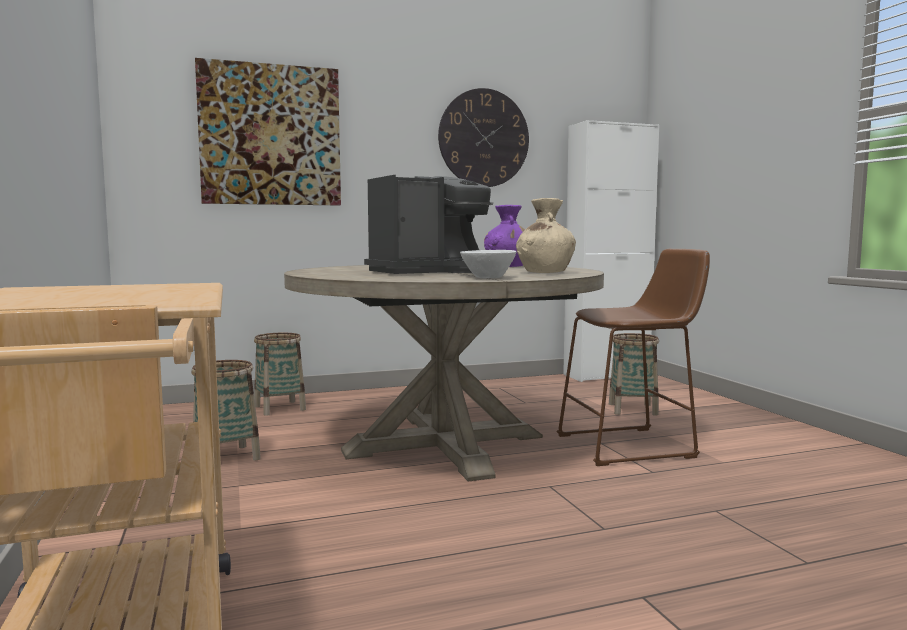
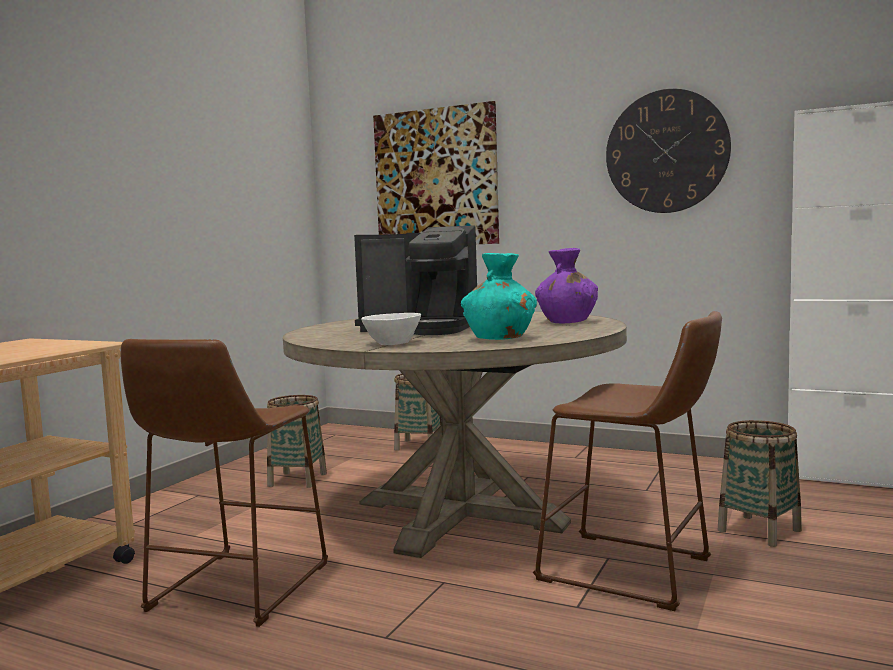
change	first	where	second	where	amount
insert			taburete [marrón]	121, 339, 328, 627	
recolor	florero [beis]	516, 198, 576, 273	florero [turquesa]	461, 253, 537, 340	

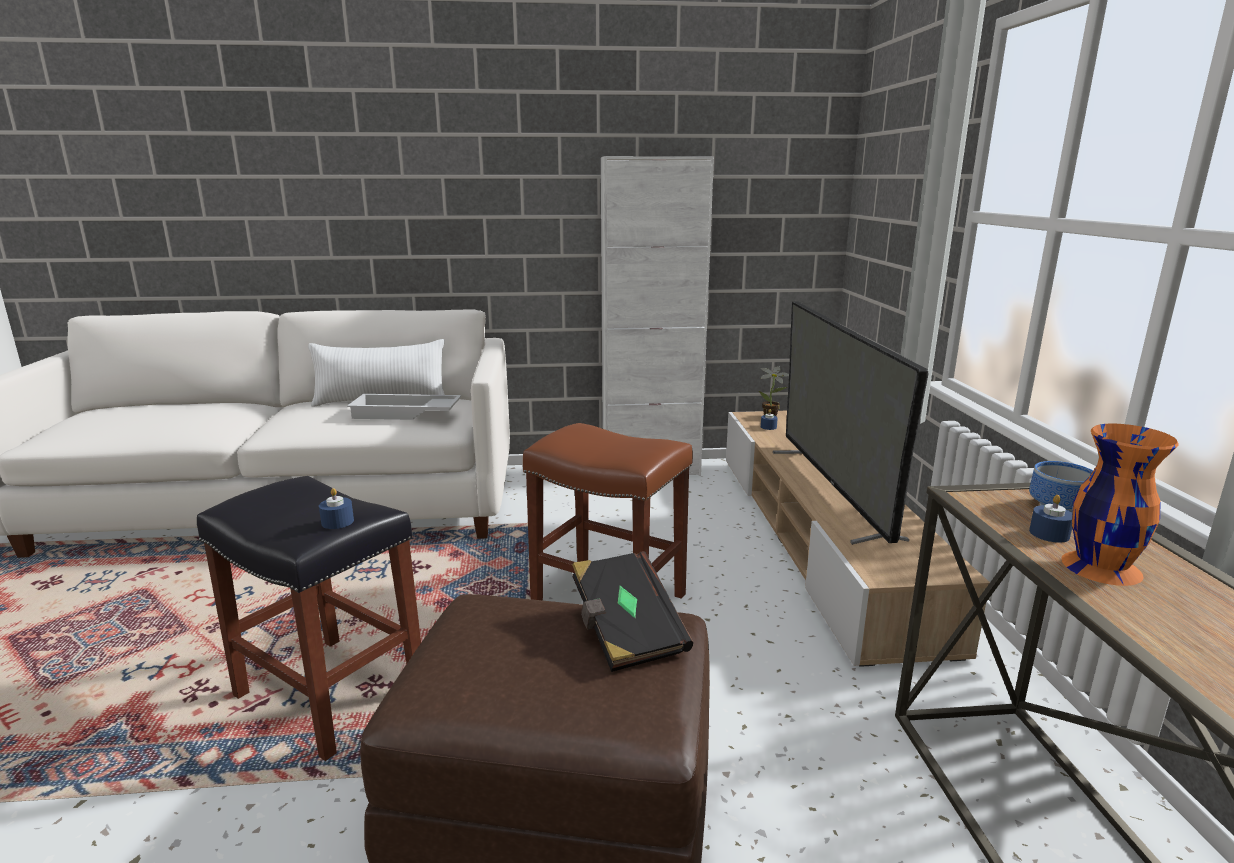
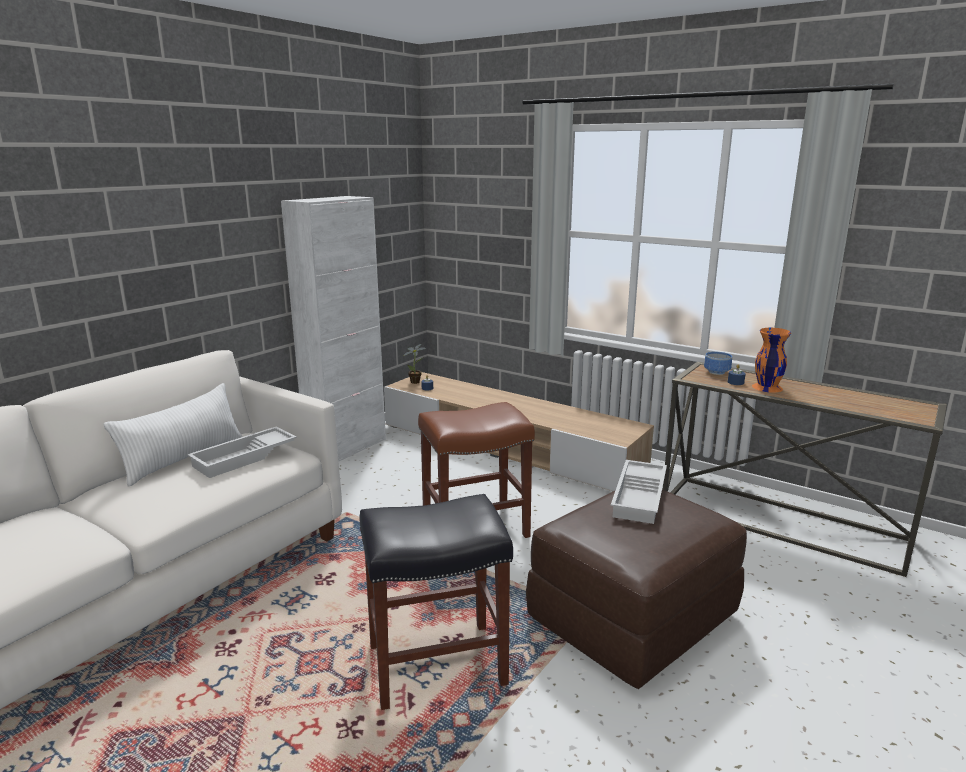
change	first	where	second	where	amount
delete	vela [azul]	319, 488, 354, 529			
delete	televisor	773, 302, 929, 545			
replace	libro [negro]	572, 551, 693, 672	bandeja [blanco]	611, 460, 667, 524	

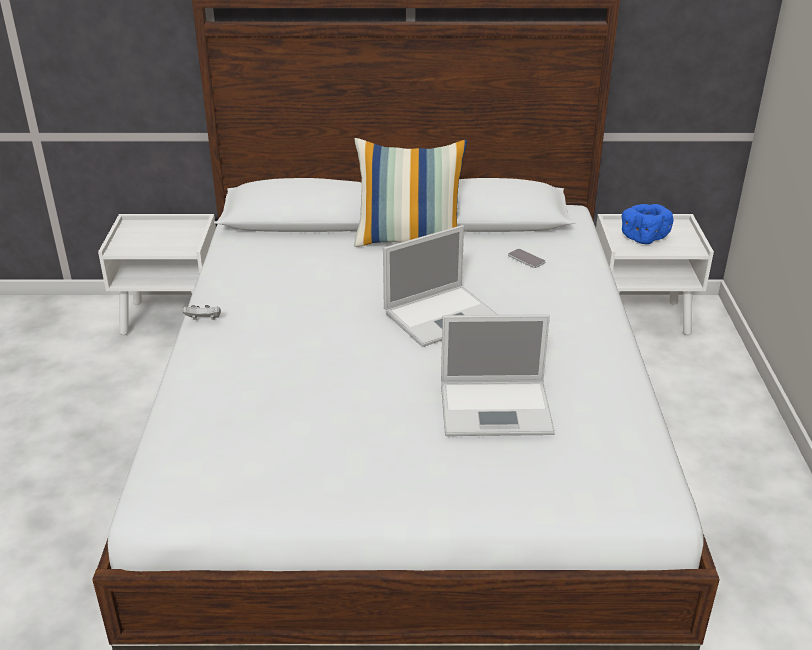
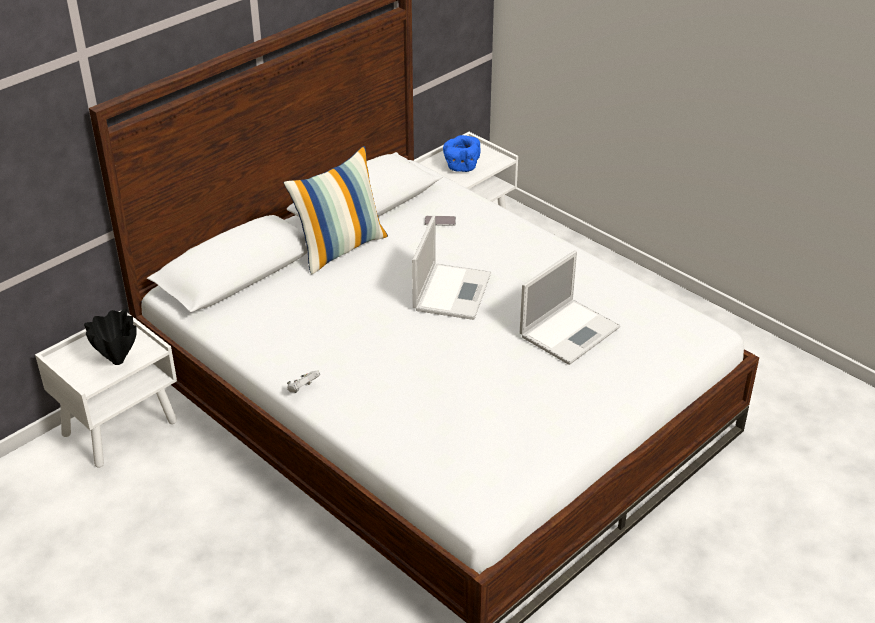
change	first	where	second	where	amount
insert			florero [negro]	84, 309, 137, 365	

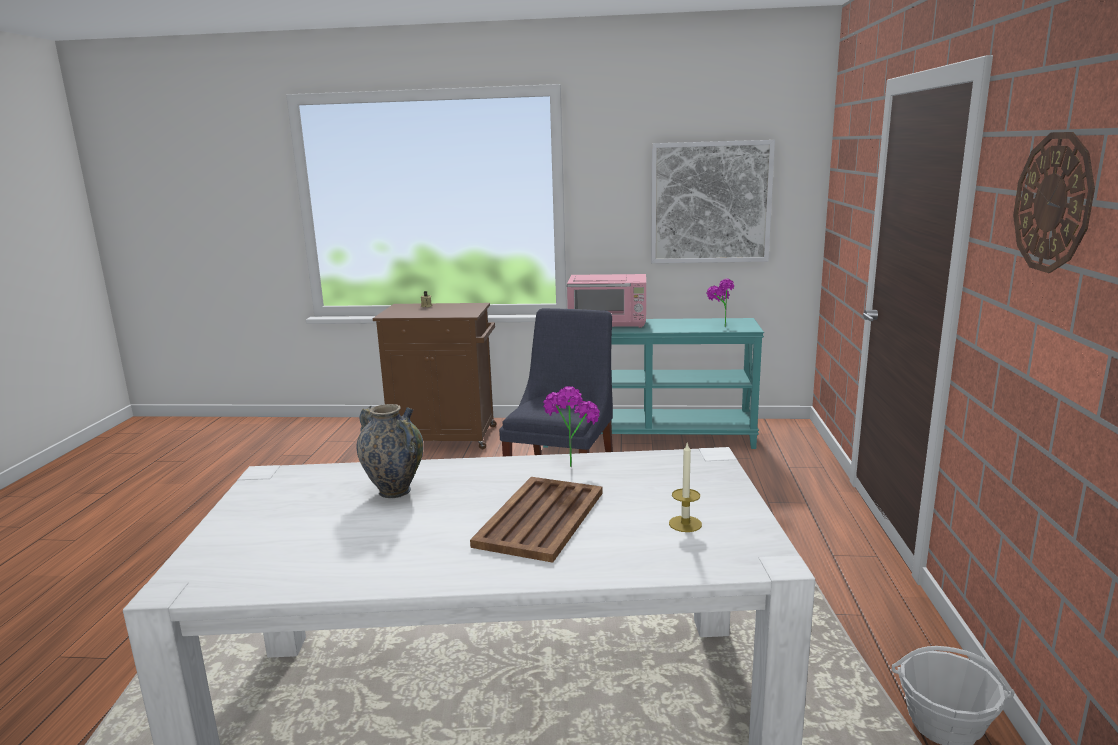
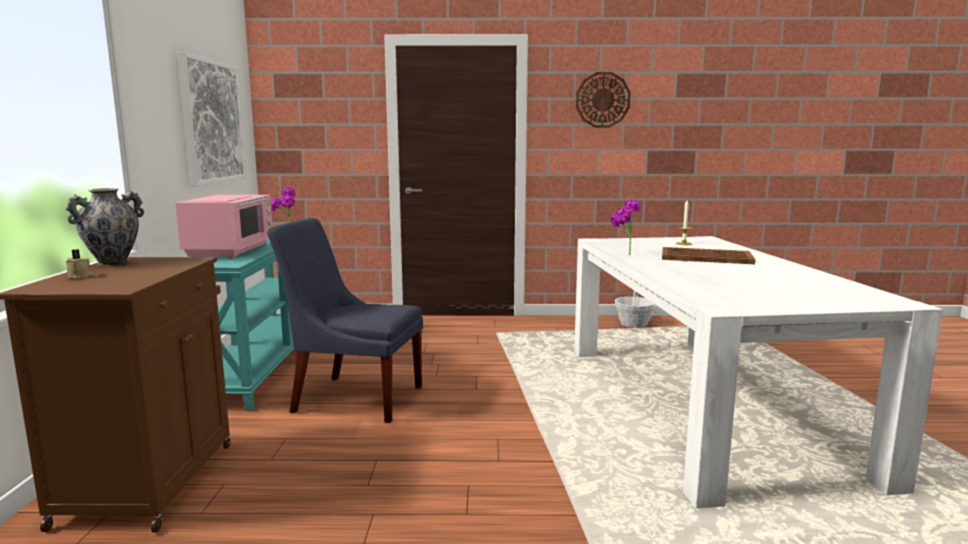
change	first	where	second	where	amount
move	florero	357, 404, 424, 498		66, 188, 144, 266	

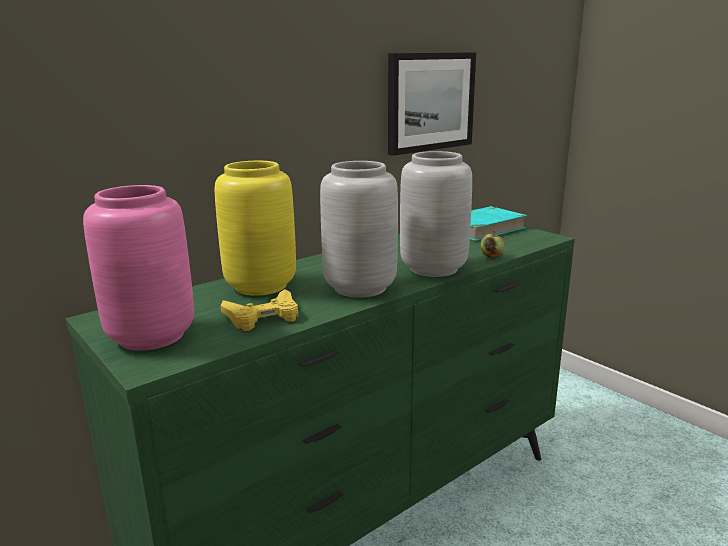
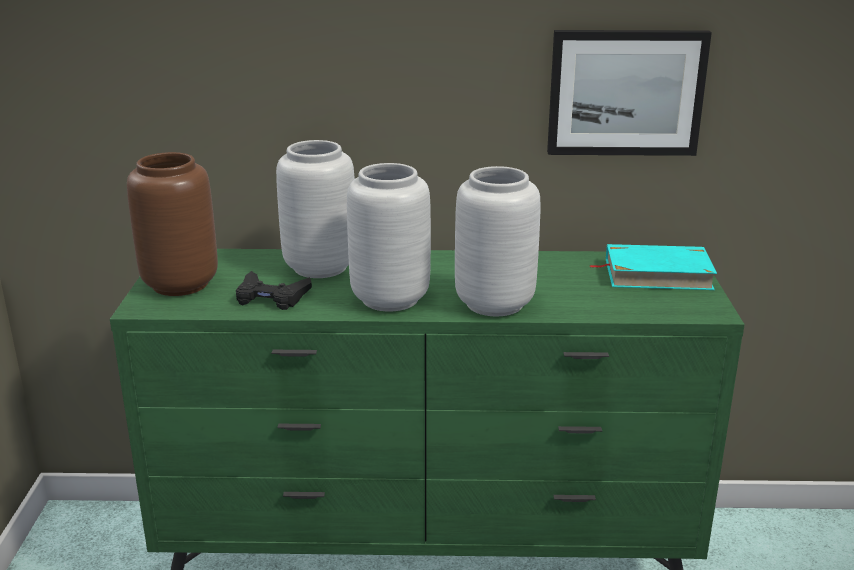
change	first	where	second	where	amount
delete	manzana	481, 231, 504, 257			
recolor	florero [rosa]	83, 185, 194, 351	florero [marrón]	127, 152, 218, 296	
recolor	florero [amarillo]	215, 161, 296, 296	florero [gris]	276, 140, 355, 278	
recolor	mando de consola [amarillo]	221, 289, 298, 331	mando de consola [negro]	236, 271, 312, 310	

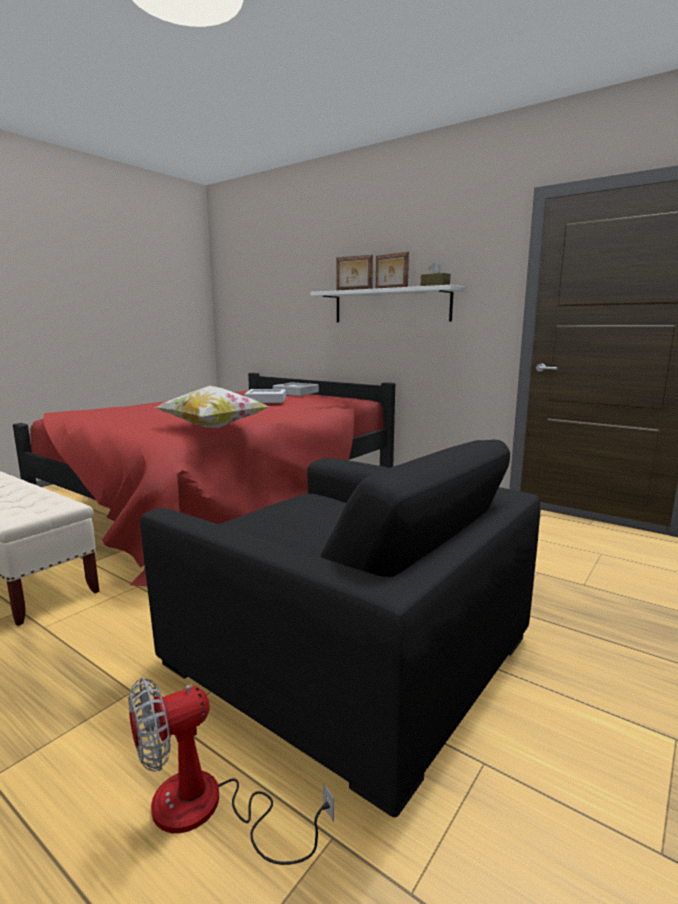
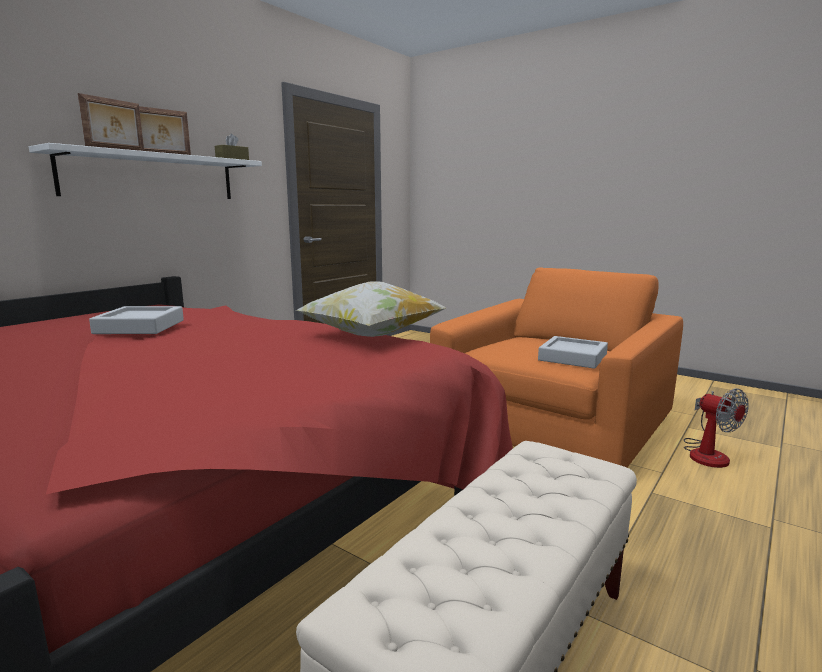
change	first	where	second	where	amount
move	bandeja [gris]	273, 382, 319, 396		538, 336, 608, 369	
recolor	sillón [negro]	140, 439, 541, 817	sillón [naranja]	430, 267, 683, 467	

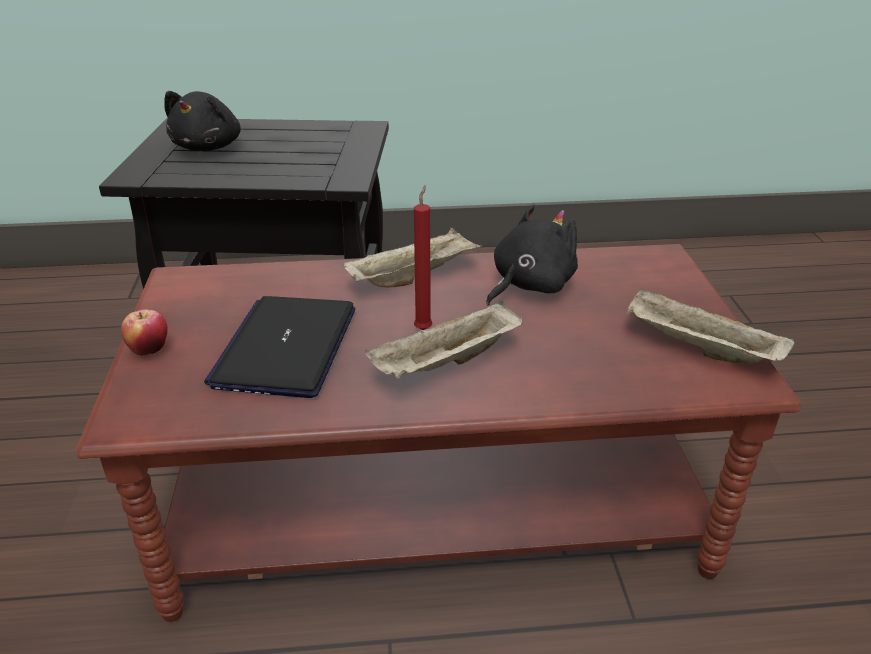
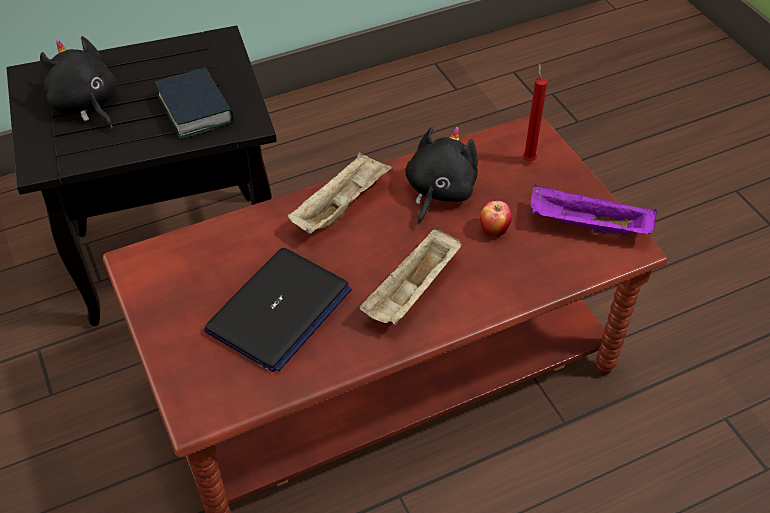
change	first	where	second	where	amount
insert			libro	155, 67, 234, 139	
move	manzana	121, 309, 168, 356		480, 201, 512, 237	
move	vela [rojo]	414, 185, 432, 330		523, 63, 547, 161	
recolor	bandeja [beis]	626, 288, 795, 364	bandeja [morado]	531, 185, 657, 235	
rotate	peluche [negro]	164, 91, 241, 151		40, 36, 117, 129	150 degrees clockwise
rotate	portátil	204, 296, 355, 398		204, 248, 352, 372	135 degrees counterclockwise

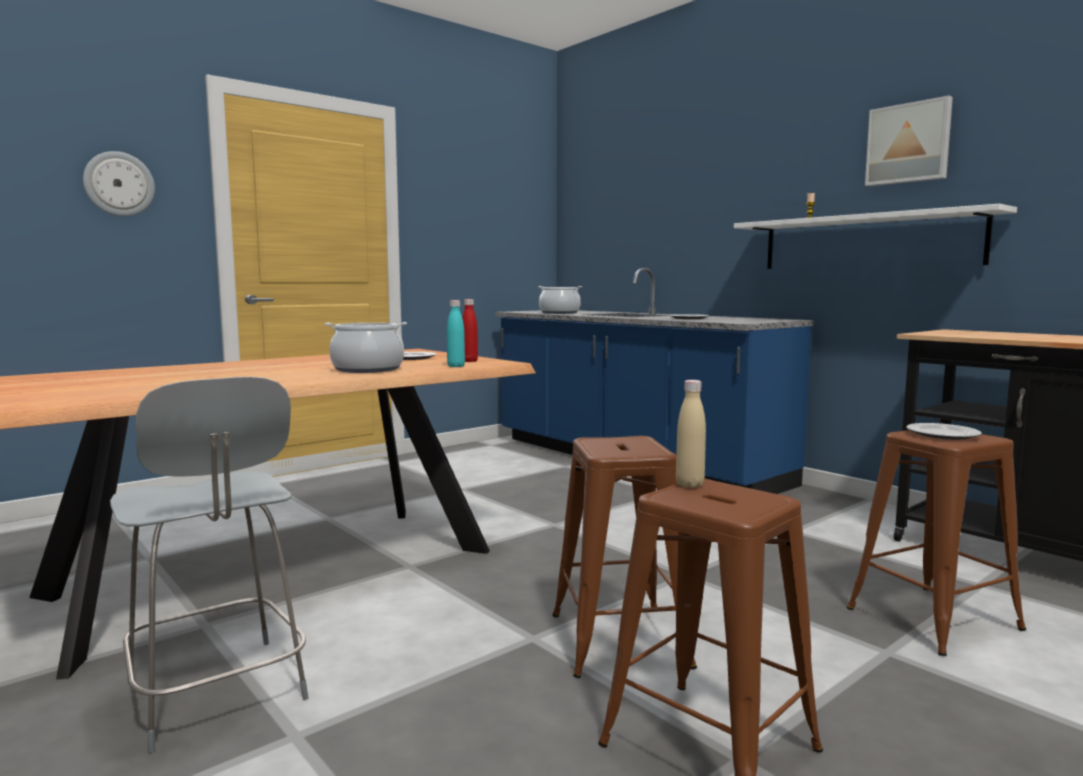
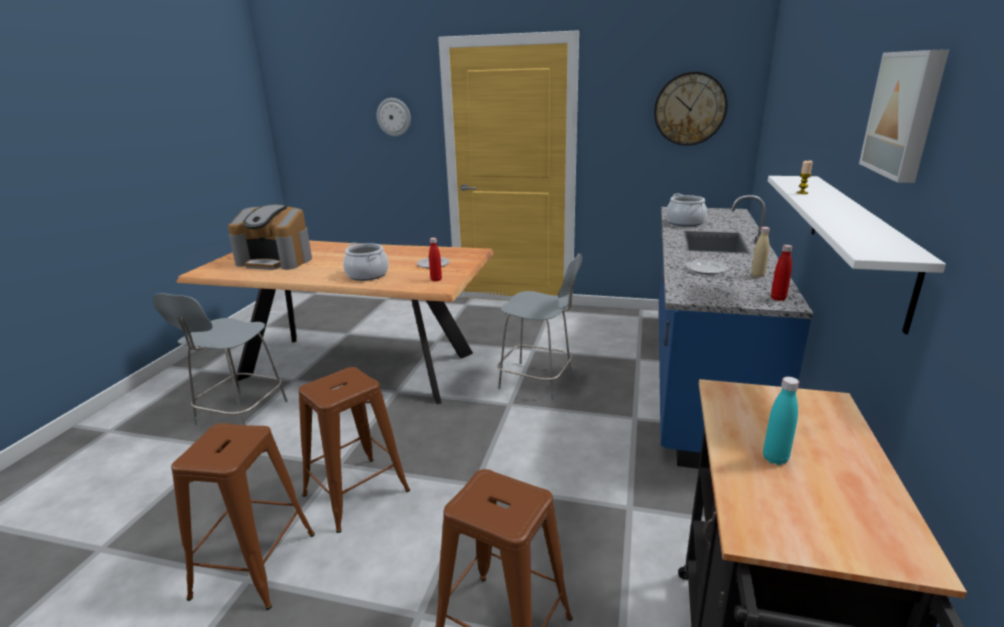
change	first	where	second	where	amount
delete	plato	906, 423, 982, 440			
insert			cafetera	228, 204, 312, 270	
insert			silla [gris]	498, 253, 582, 400	
insert			reloj de pared	654, 72, 728, 146	
insert			botella [rojo]	771, 245, 793, 301	
move	botella [turquesa]	447, 300, 465, 367		763, 377, 799, 465	
move	botella [beis]	676, 380, 706, 488		751, 227, 770, 278	

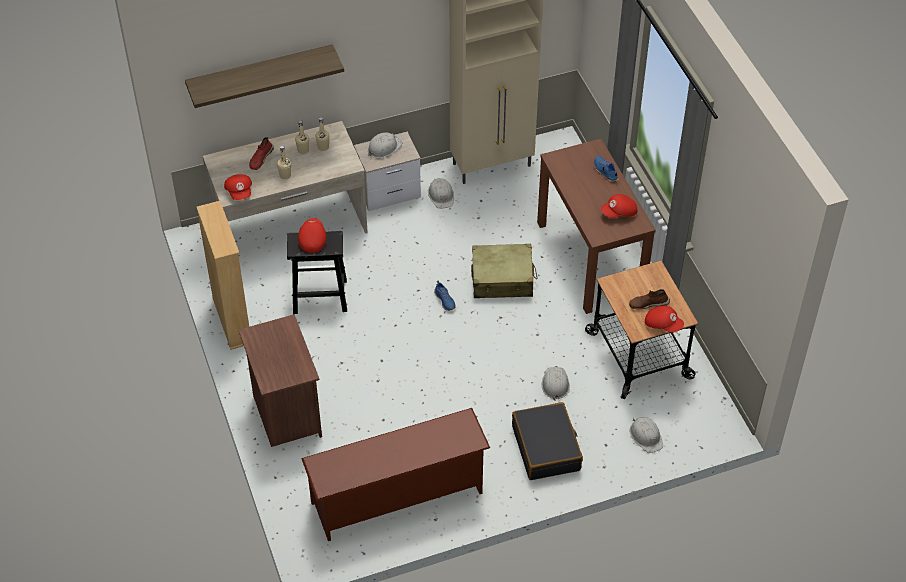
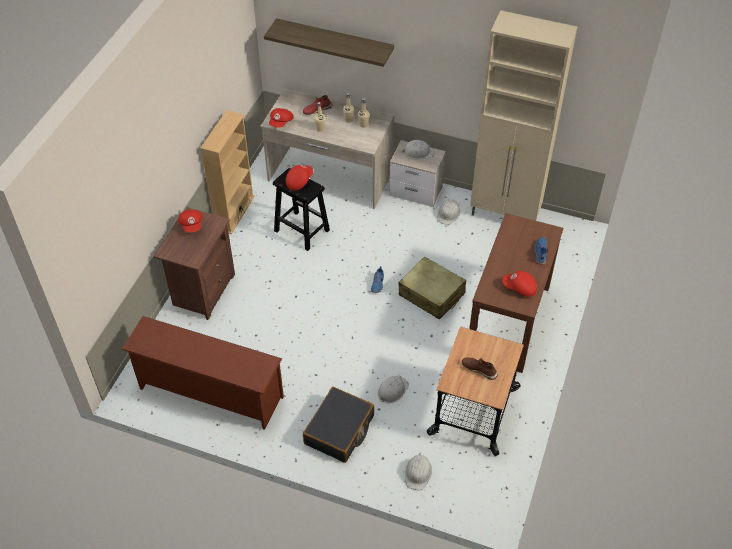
change	first	where	second	where	amount
move	gorra [rojo]	645, 306, 684, 333		178, 210, 203, 232	

